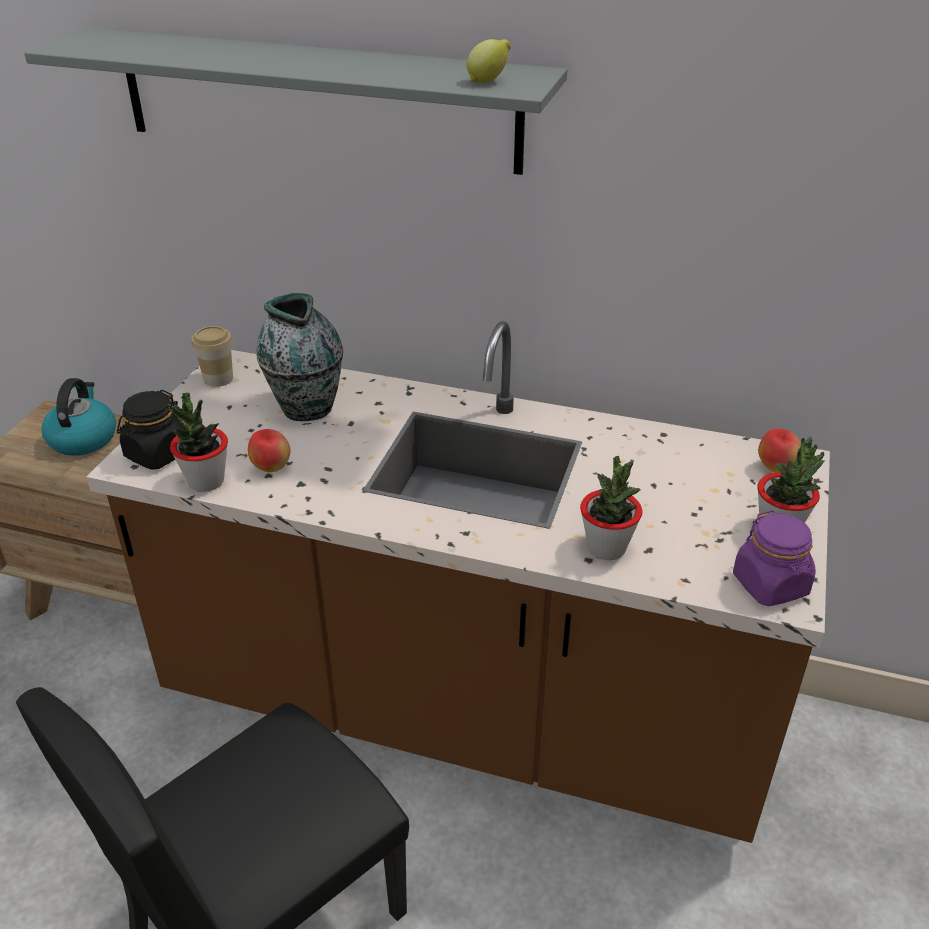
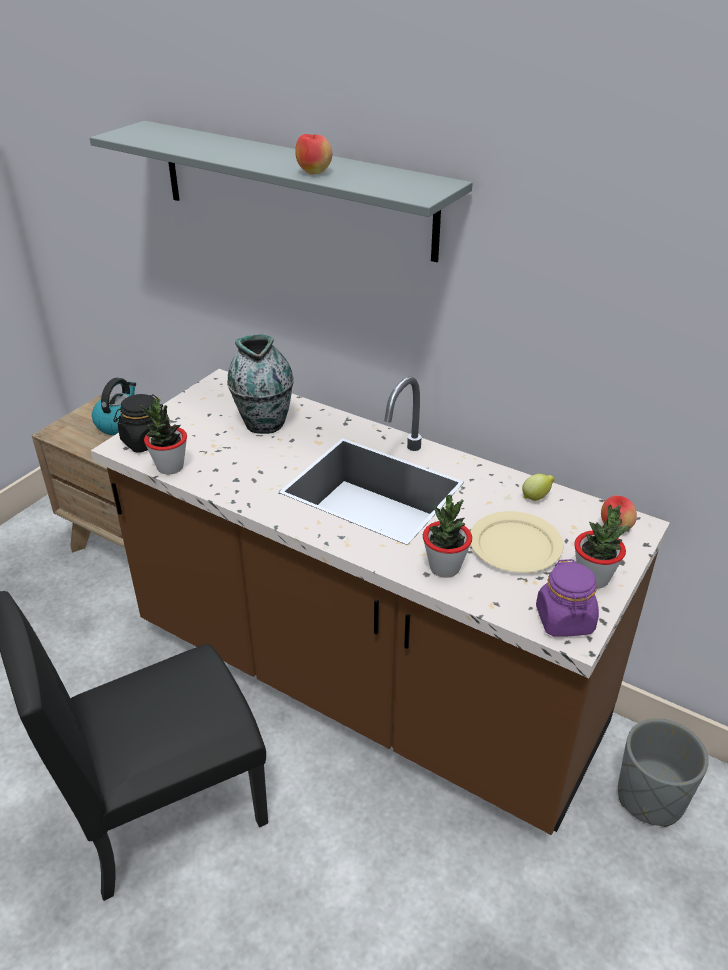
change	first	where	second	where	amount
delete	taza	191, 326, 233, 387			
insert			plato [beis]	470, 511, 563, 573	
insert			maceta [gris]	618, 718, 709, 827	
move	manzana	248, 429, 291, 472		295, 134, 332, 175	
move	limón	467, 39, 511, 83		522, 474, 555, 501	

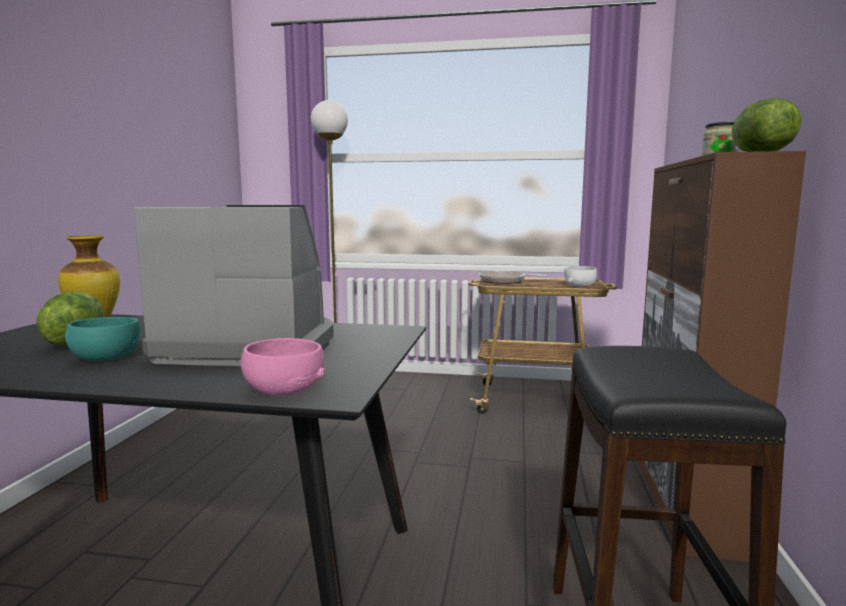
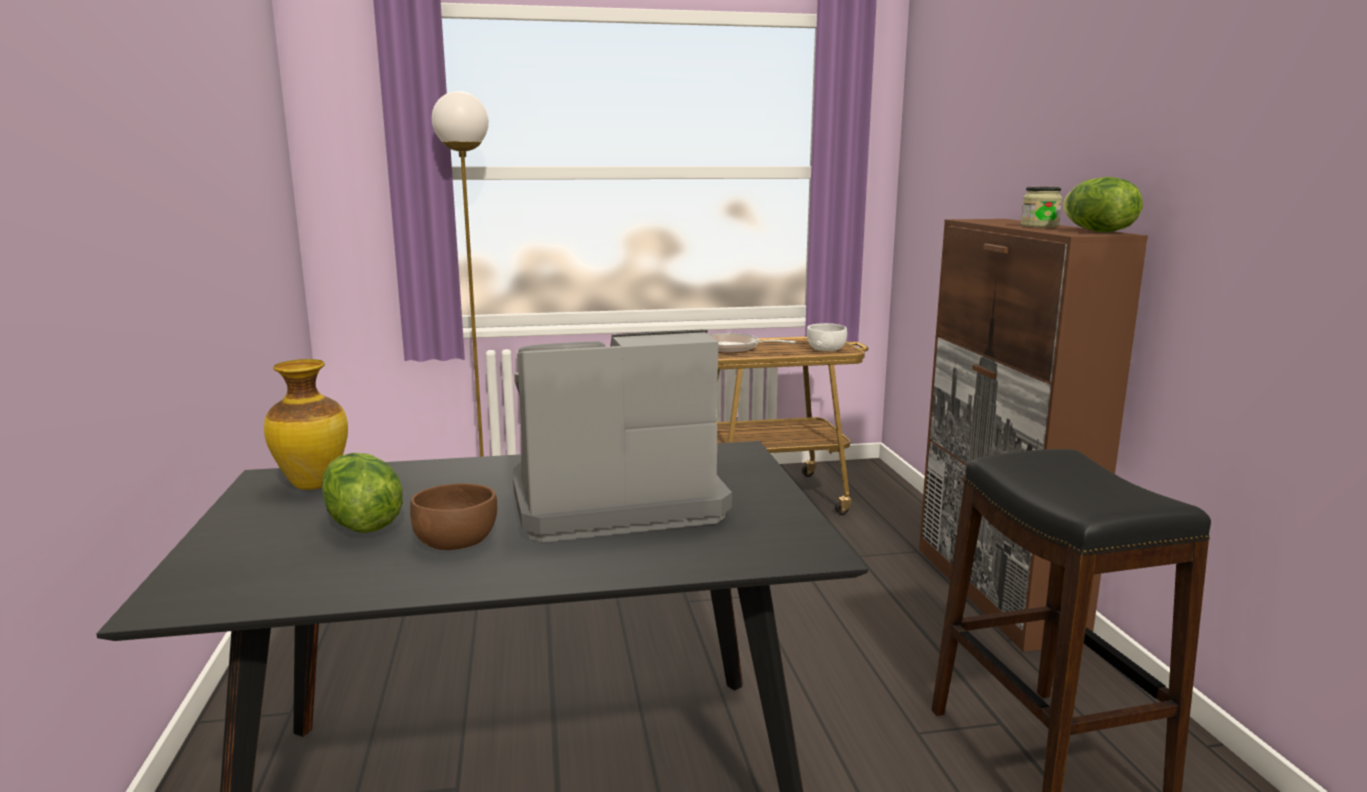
change	first	where	second	where	amount
delete	cuenco [rosa]	240, 338, 325, 396			
recolor	cuenco [turquesa]	65, 317, 140, 361	cuenco [marrón]	410, 483, 497, 550	

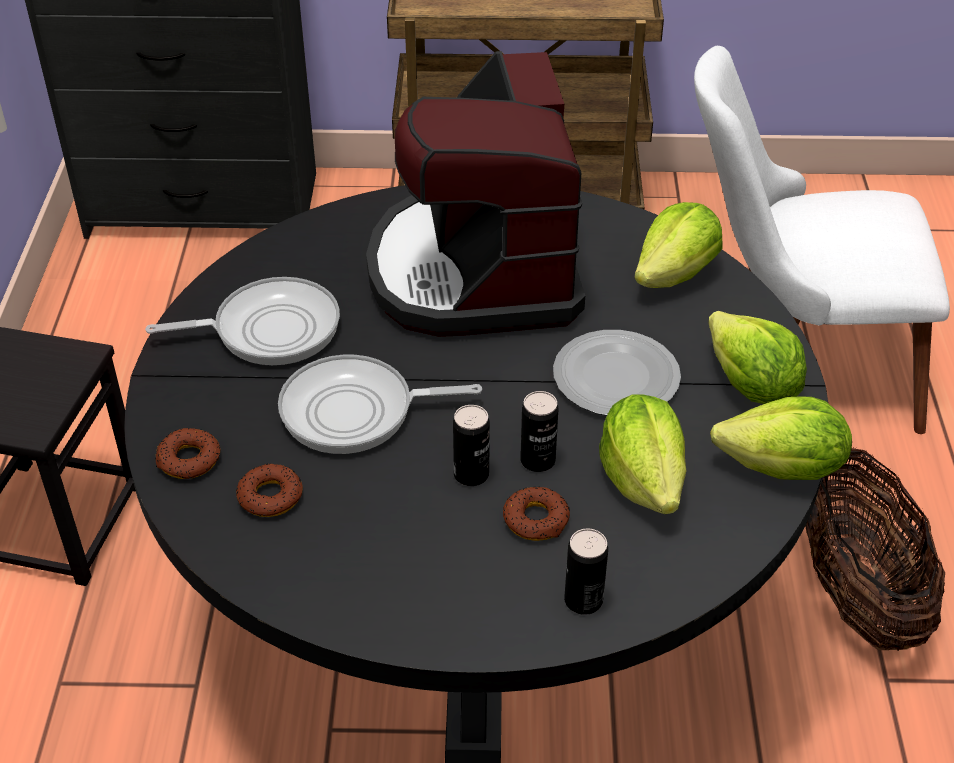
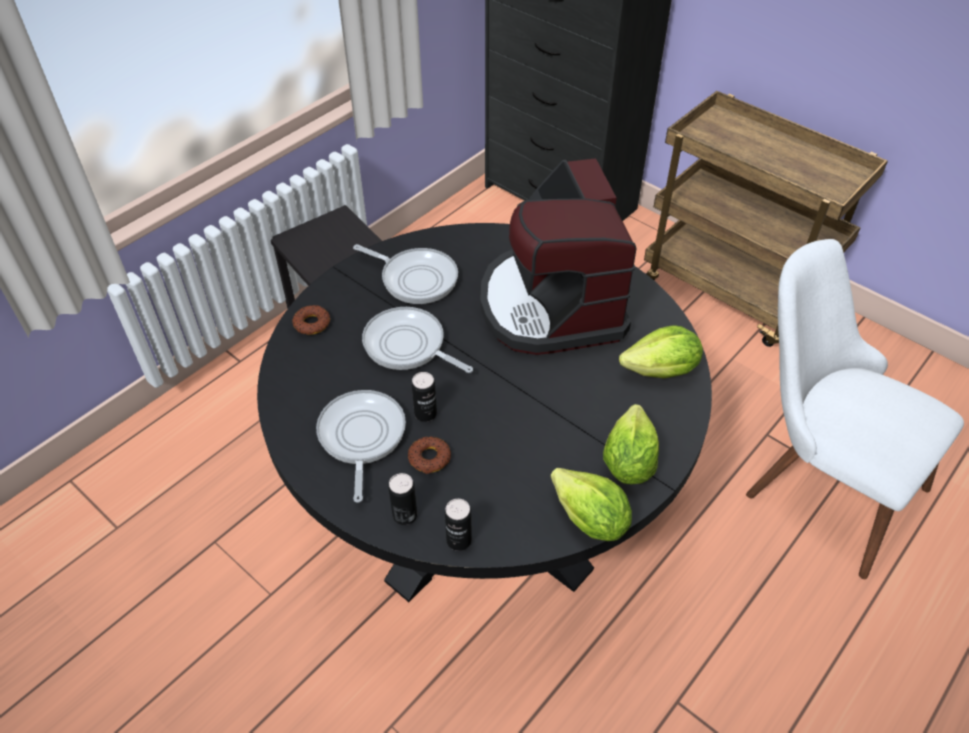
change	first	where	second	where	amount
delete	rosquilla	236, 463, 303, 517			
delete	plato	553, 330, 681, 416			
delete	lechuga	599, 394, 686, 514			
delete	cesta	805, 447, 945, 651			
insert			sartén	316, 390, 406, 503	
move	lata	520, 391, 558, 472		445, 499, 472, 551	
rotate	cafetera	366, 51, 585, 337		480, 158, 636, 355	45 degrees counterclockwise

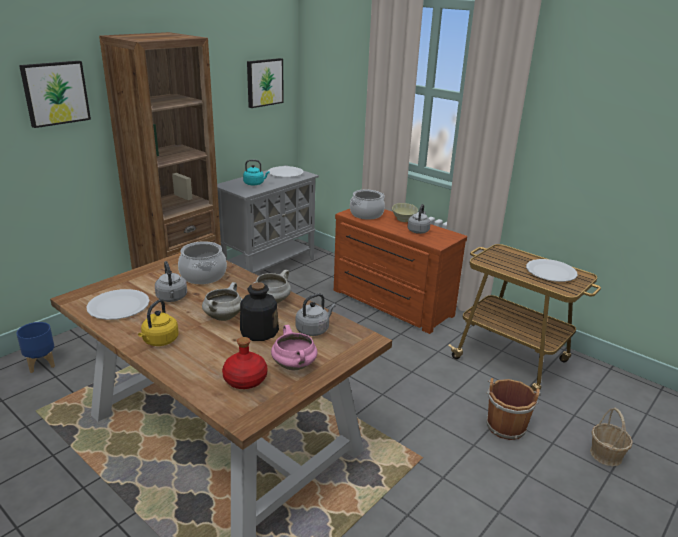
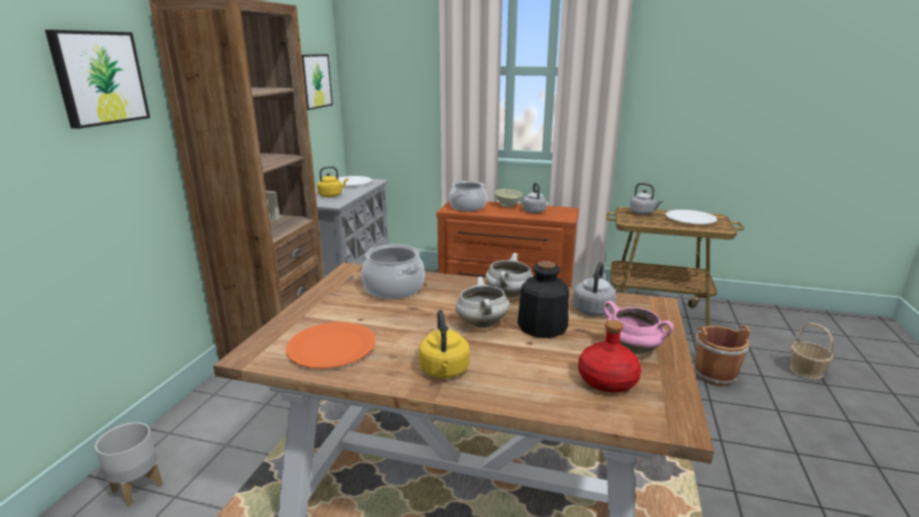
change	first	where	second	where	amount
move	hervidor [gris]	155, 261, 187, 302		630, 183, 663, 215	
recolor	maceta [azul]	16, 322, 55, 373	maceta [gris]	95, 422, 163, 506	
recolor	plato [blanco]	86, 289, 149, 320	plato [naranja]	286, 322, 376, 369	
recolor	hervidor [turquesa]	243, 160, 270, 186	hervidor [amarillo]	317, 166, 348, 197	

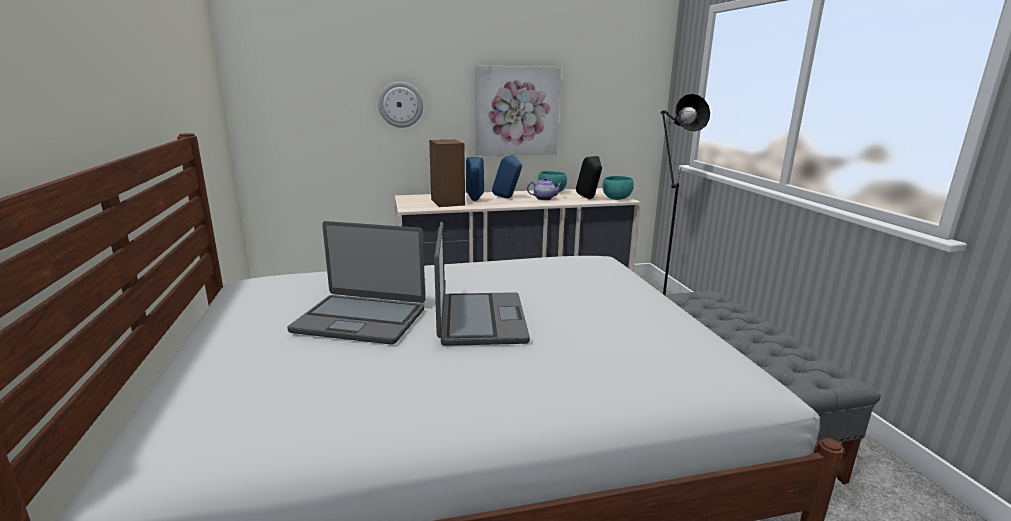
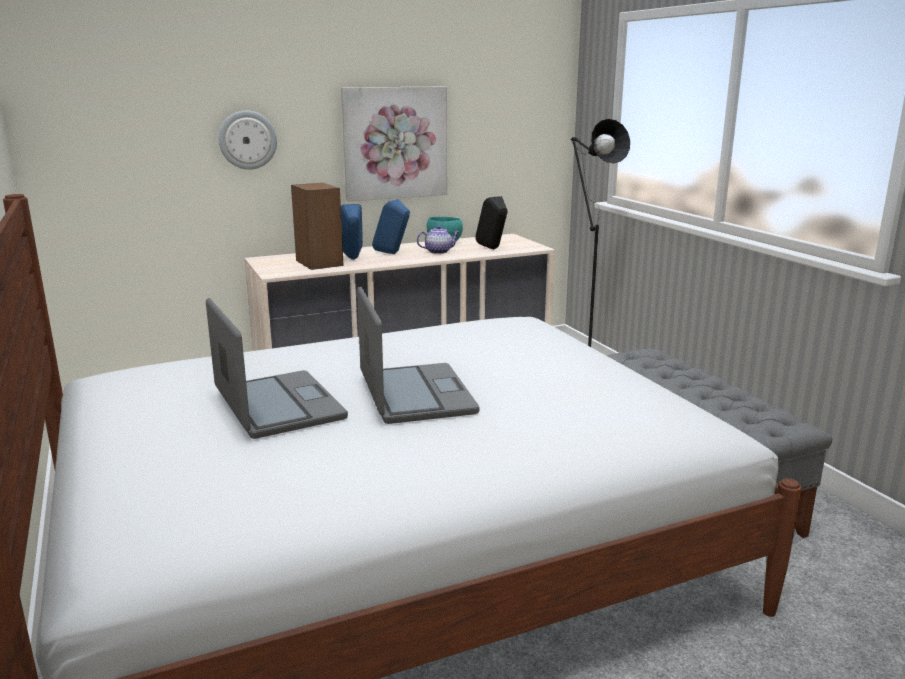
change	first	where	second	where	amount
delete	cuenco [turquesa]	603, 176, 634, 200			
rotate	portátil	287, 221, 425, 345		206, 298, 348, 439	120 degrees counterclockwise

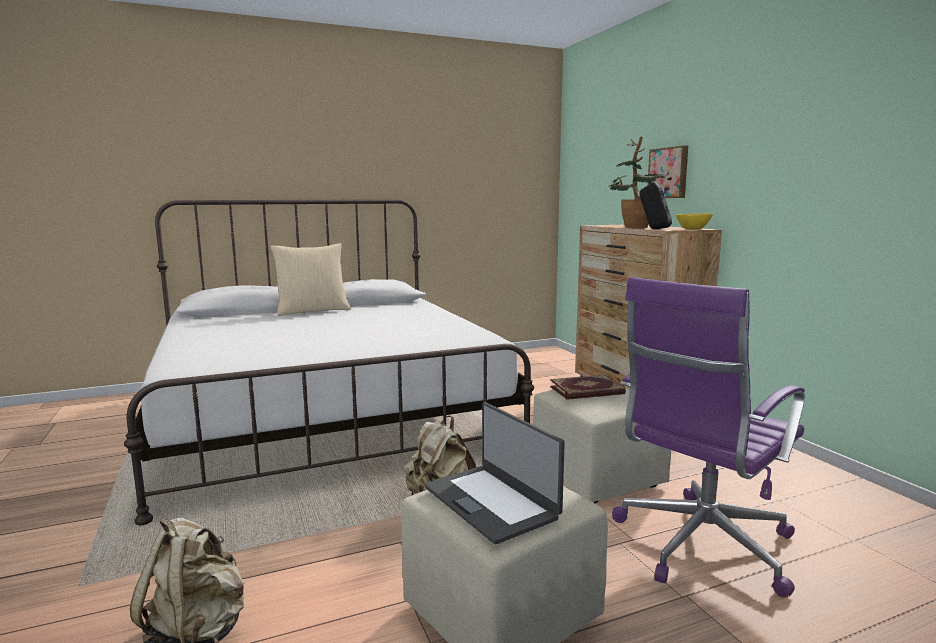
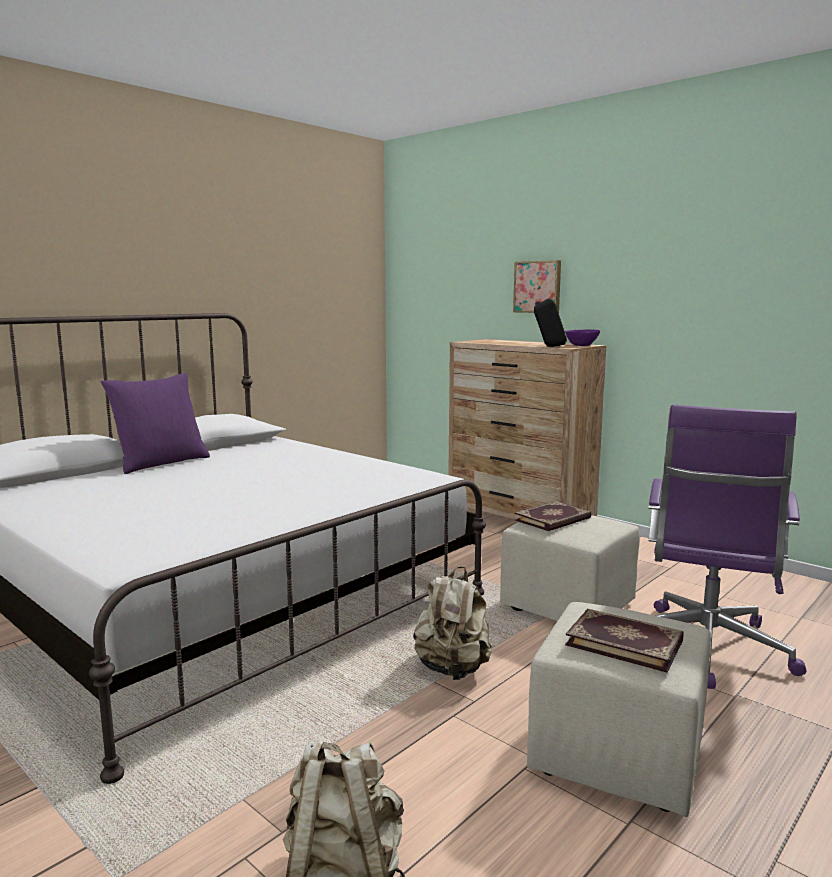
change	first	where	second	where	amount
delete	planta en maceta	609, 136, 672, 228			
replace	portátil	424, 402, 565, 544	libro	565, 609, 684, 673	
recolor	cojín [beis]	270, 243, 351, 316	cojín [morado]	101, 373, 210, 474	
recolor	cuenco [amarillo]	676, 213, 713, 229	cuenco [morado]	565, 329, 600, 346	

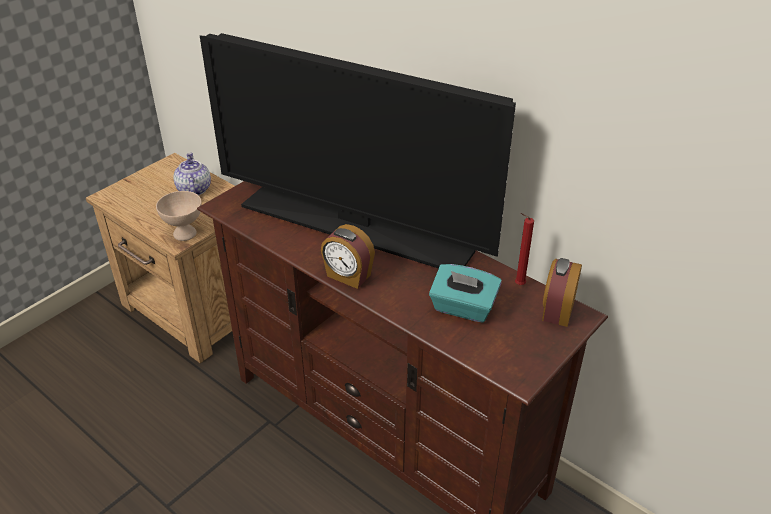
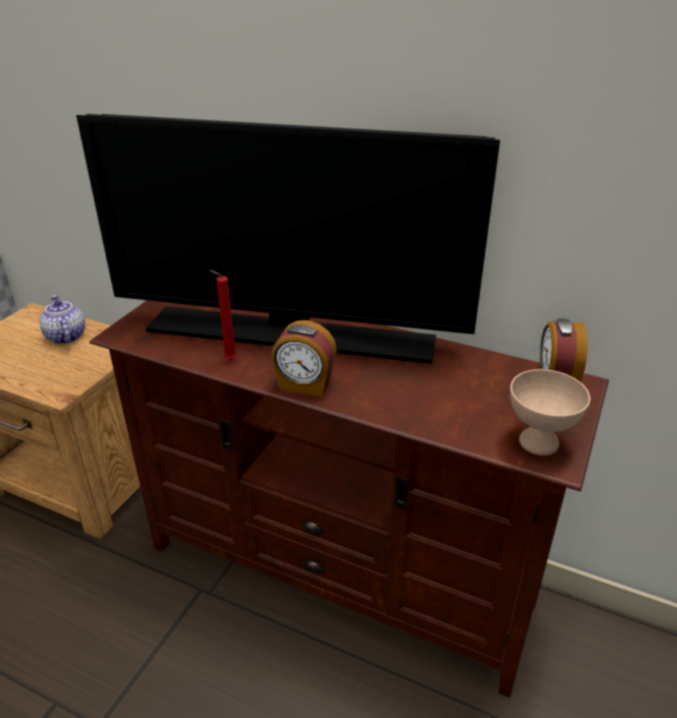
change	first	where	second	where	amount
delete	caja de pañuelos [turquesa]	429, 264, 502, 323			
move	cuenco [beis]	156, 191, 202, 241		510, 369, 590, 456	
move	vela [rojo]	515, 213, 534, 285		209, 270, 237, 360	

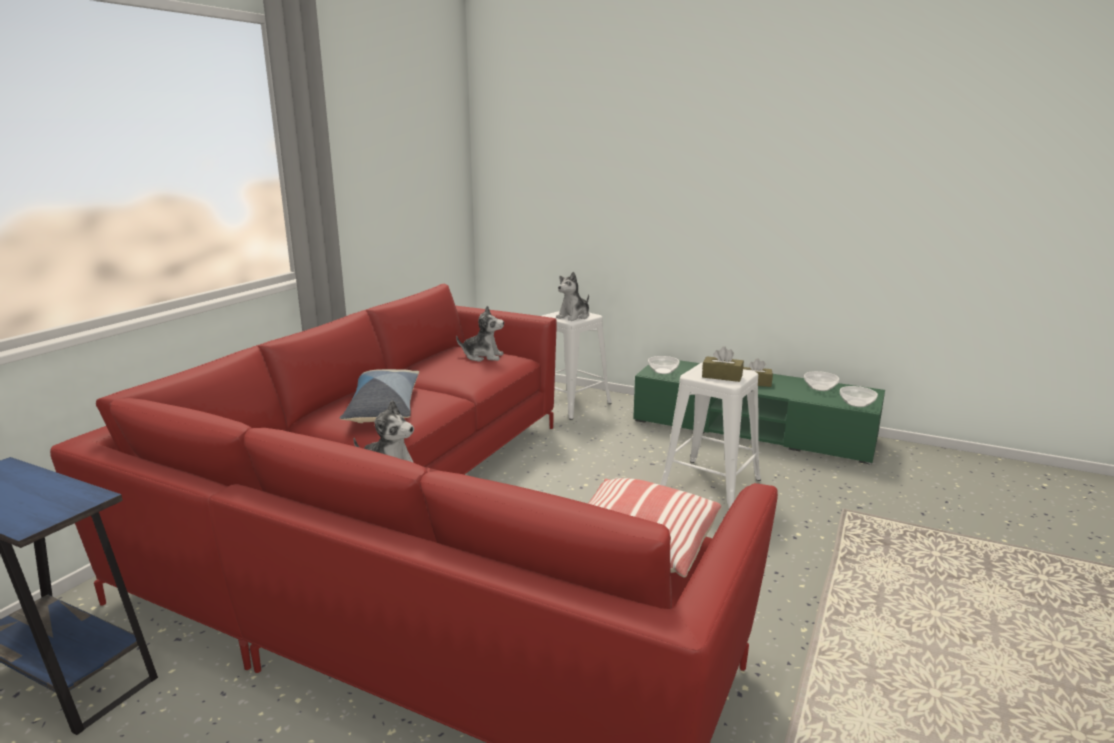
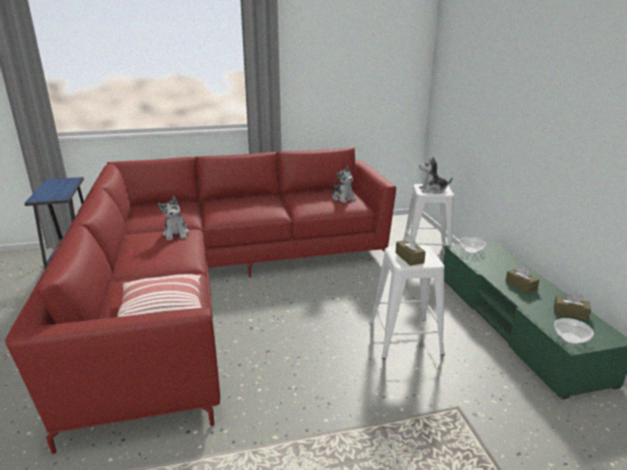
change	first	where	second	where	amount
delete	cojín	339, 369, 419, 423			
replace	cuenco	804, 371, 839, 391	caja de pañuelos [marrón]	554, 291, 591, 321	

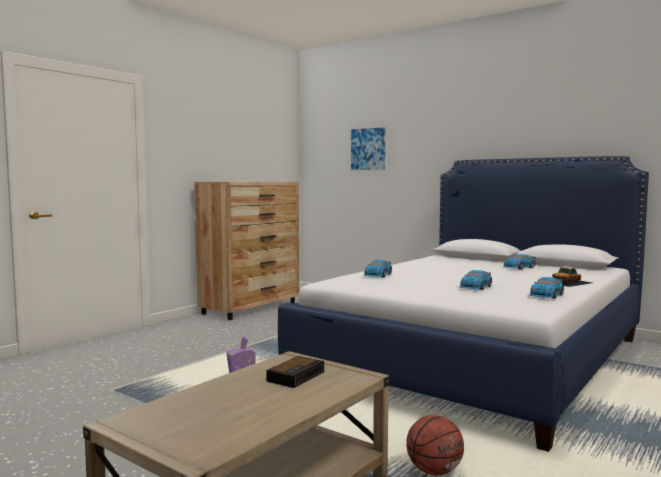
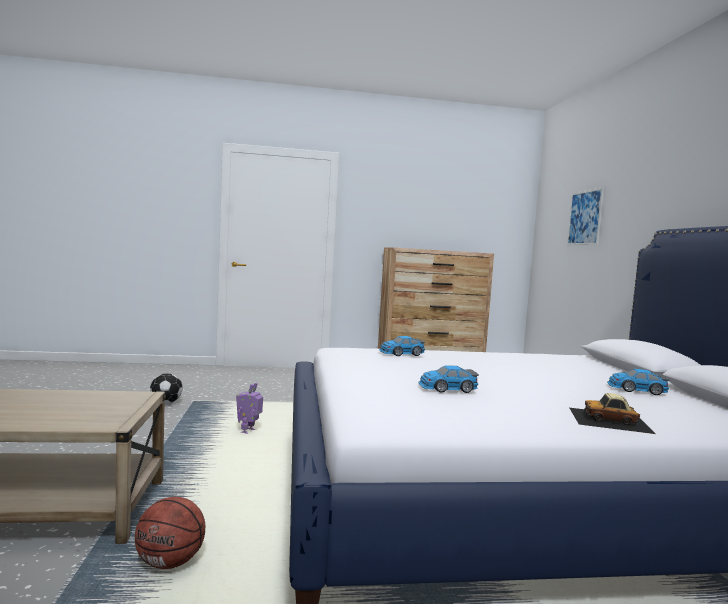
change	first	where	second	where	amount
delete	despertador	266, 356, 324, 388			
delete	coche de juguete	530, 277, 564, 298			
insert			balón de fútbol	150, 373, 183, 404	

